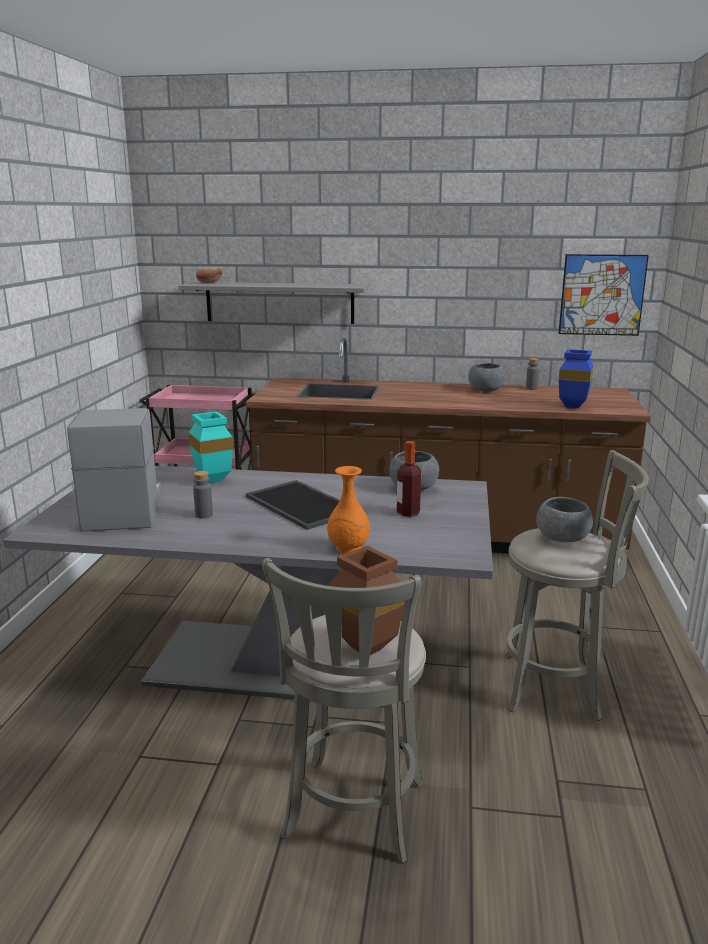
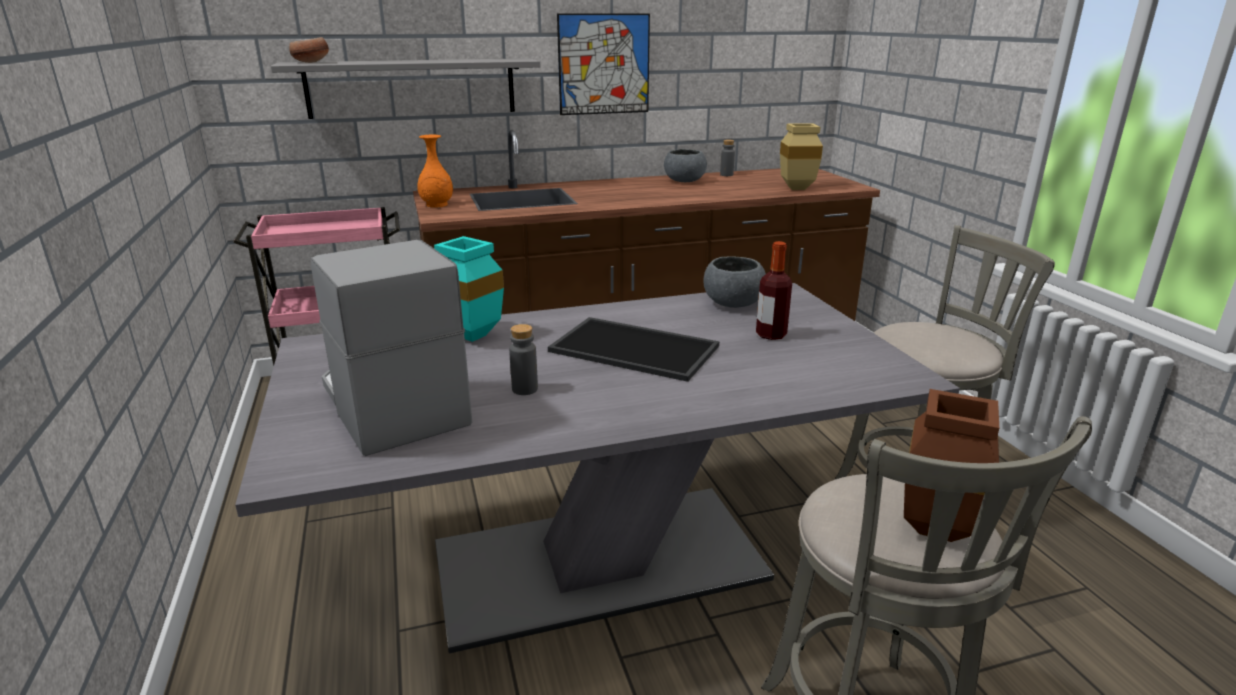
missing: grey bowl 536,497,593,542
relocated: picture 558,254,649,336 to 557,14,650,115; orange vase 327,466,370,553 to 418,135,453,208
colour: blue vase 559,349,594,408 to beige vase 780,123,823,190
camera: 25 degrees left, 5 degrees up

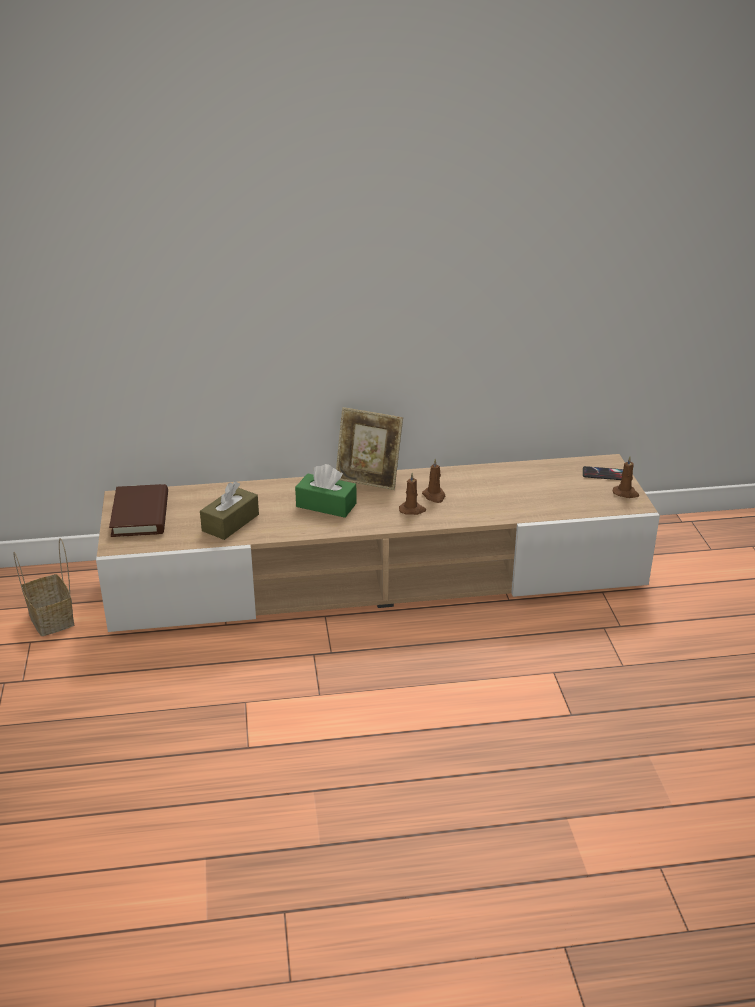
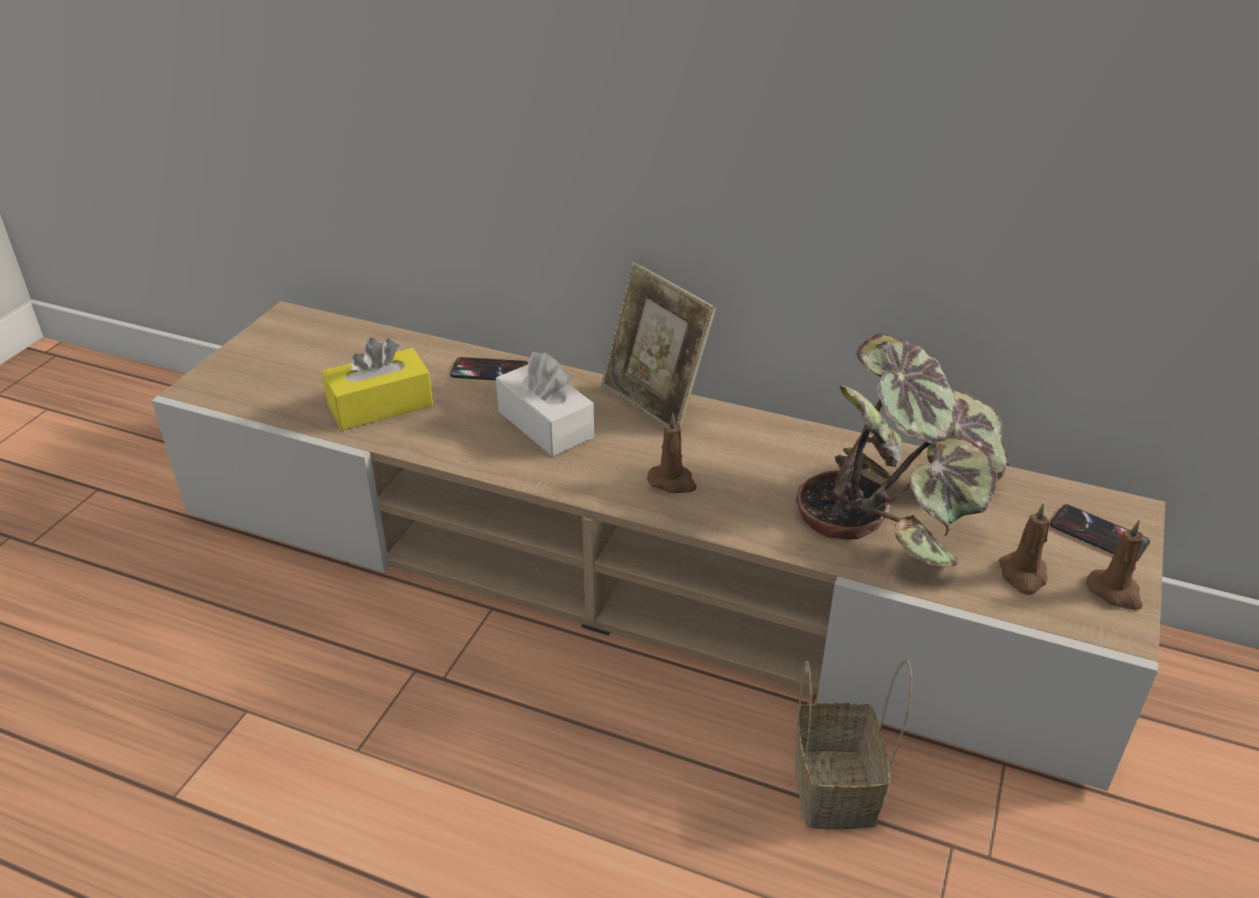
missing: brown book 109,484,168,537
appeared: potted plant 796,333,1010,567; phone 450,357,528,380
relocated: brown candle 422,459,445,503 to 999,503,1049,595; basket 13,538,74,636 to 795,660,912,830
colour: green tissue box 295,464,357,518 to white tissue box 496,352,594,456; brown tissue box 200,481,259,540 to yellow tissue box 321,338,433,430
camera: 30 degrees right, 5 degrees up

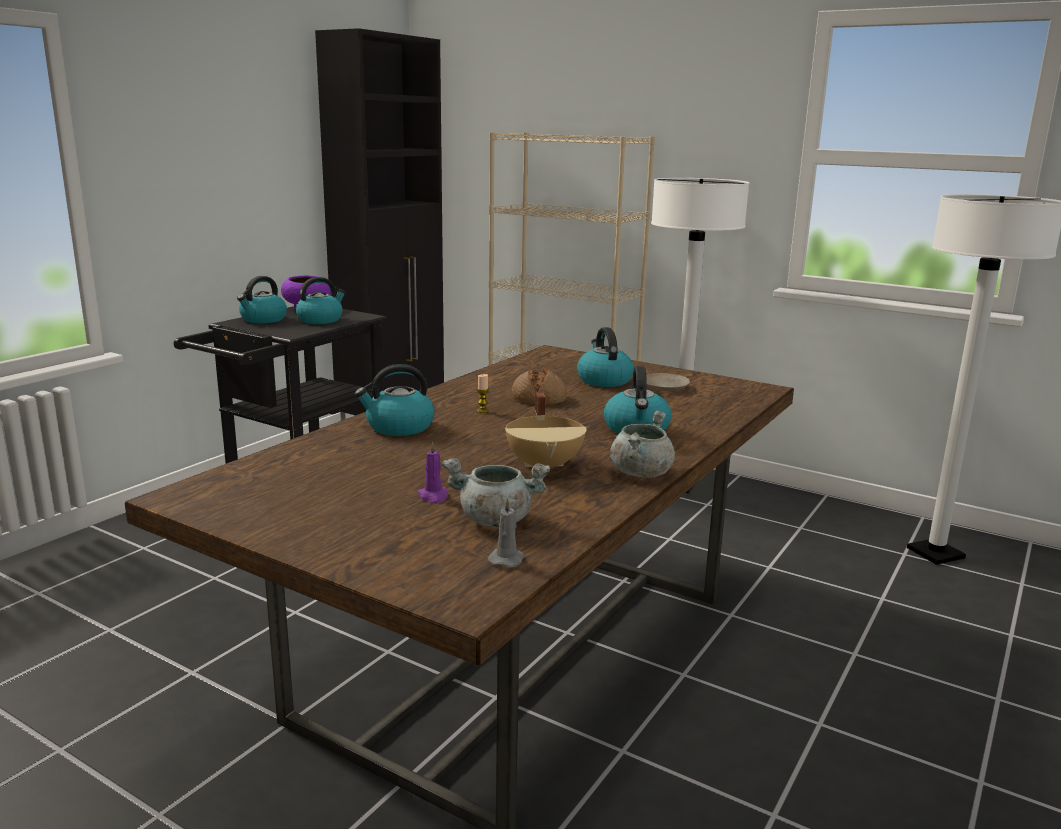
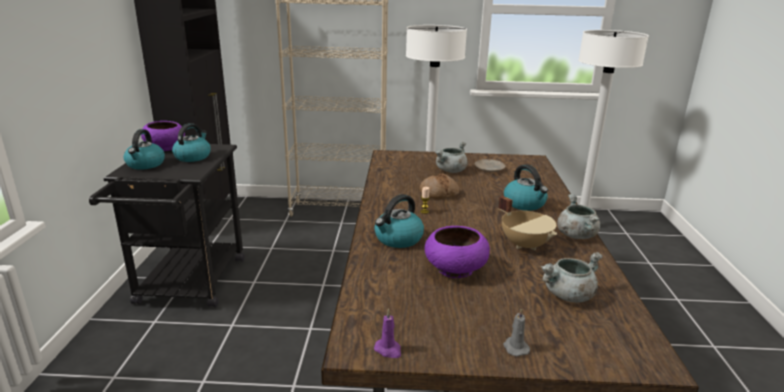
appeared: purple bowl 425,226,490,278
relocated: purple candle 417,441,448,504 to 374,309,401,358; grey candle 488,497,524,567 to 503,308,530,356
exchanged: kettle 577,327,634,387 to grey cooking pot 435,142,467,173
camera: 30 degrees left, 5 degrees up

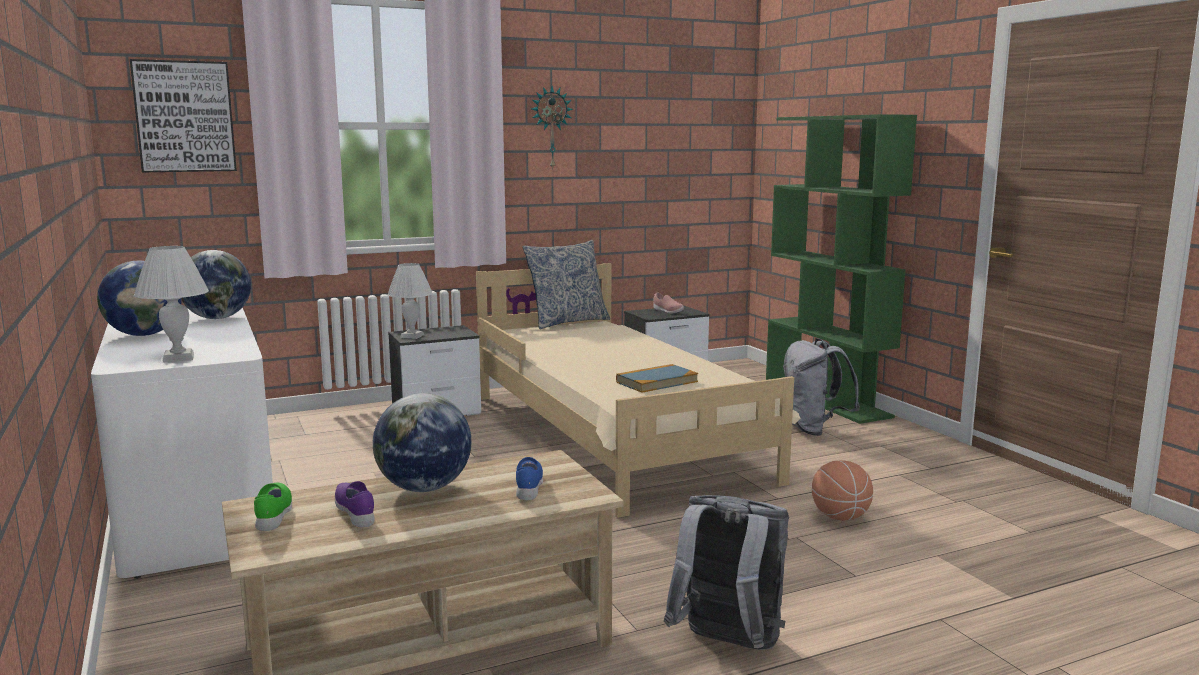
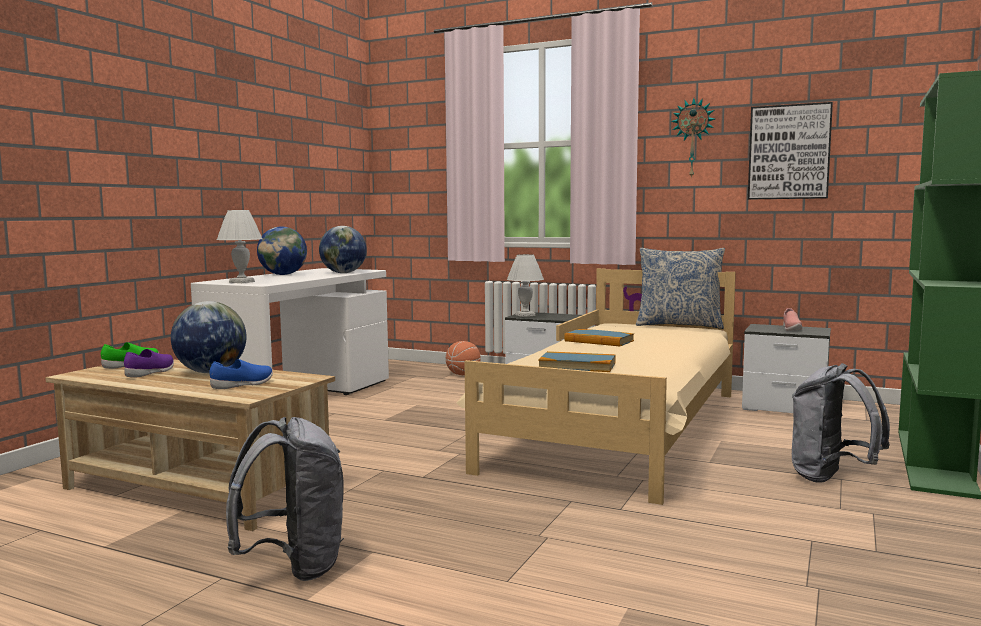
appeared: book 564,329,634,346
relocated: picture 130,59,237,172 to 748,102,833,199; basketball 812,460,873,520 to 446,341,481,375
camera: 50 degrees right, 5 degrees down

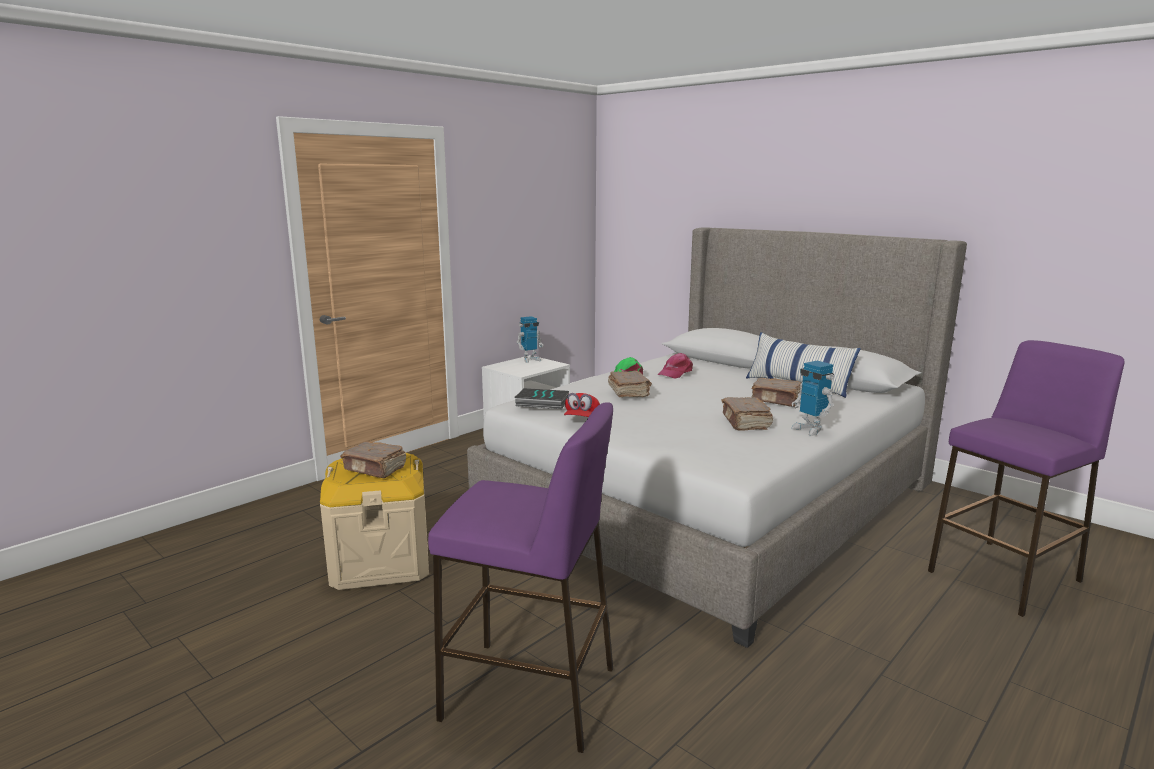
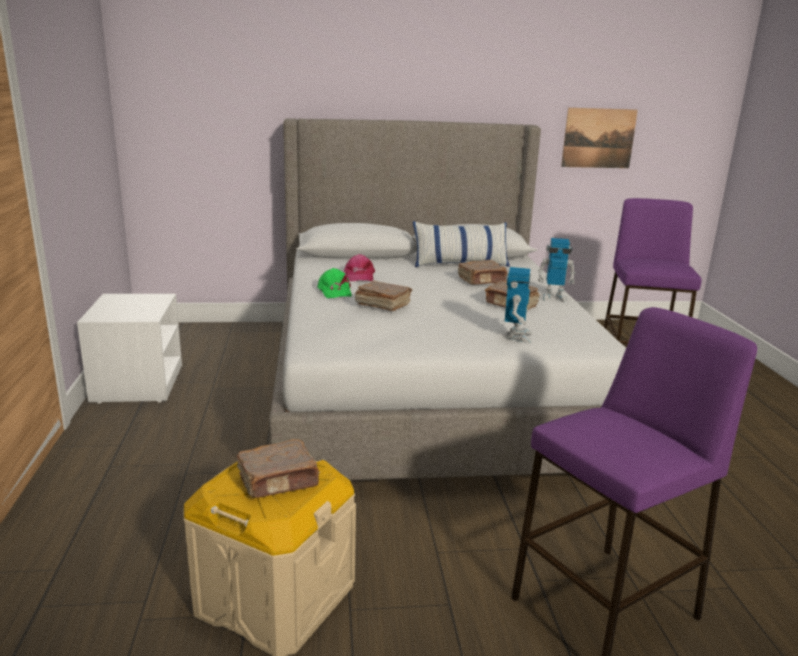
missing: book 514,388,569,409; red cap 564,393,600,417
appeared: picture 561,108,638,168
relocated: toy robot 517,316,544,363 to 505,267,532,343
camera: 50 degrees left, 5 degrees up

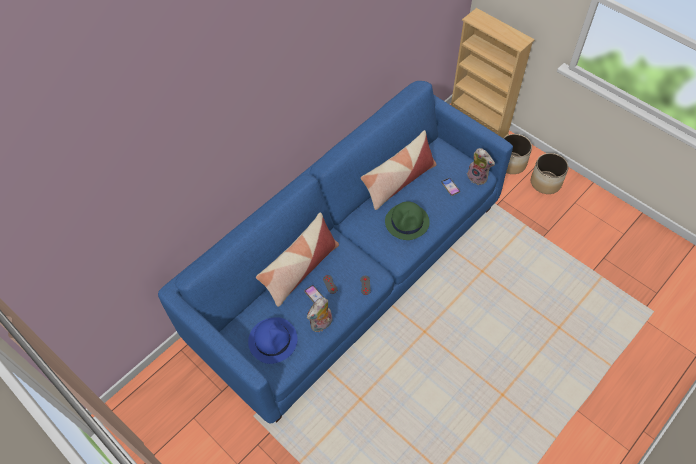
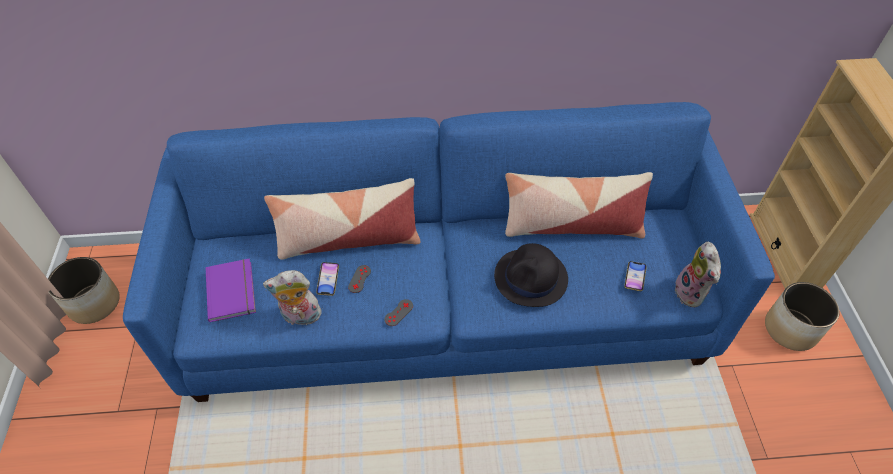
relocated: planter 531,153,569,194 to 48,257,120,324
exchanged: blue hat 248,317,298,364 to purple book 206,258,256,322
colour: green hat 385,202,430,240 to black hat 494,243,568,307
camera: 40 degrees right, 5 degrees down

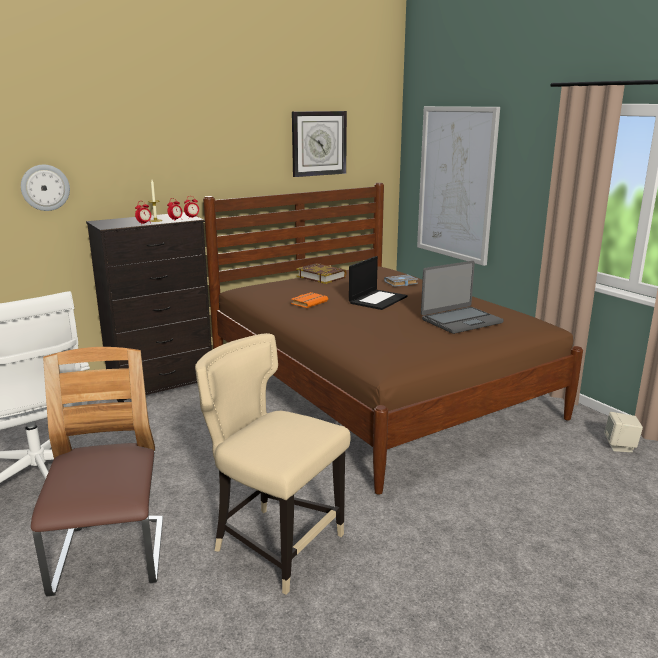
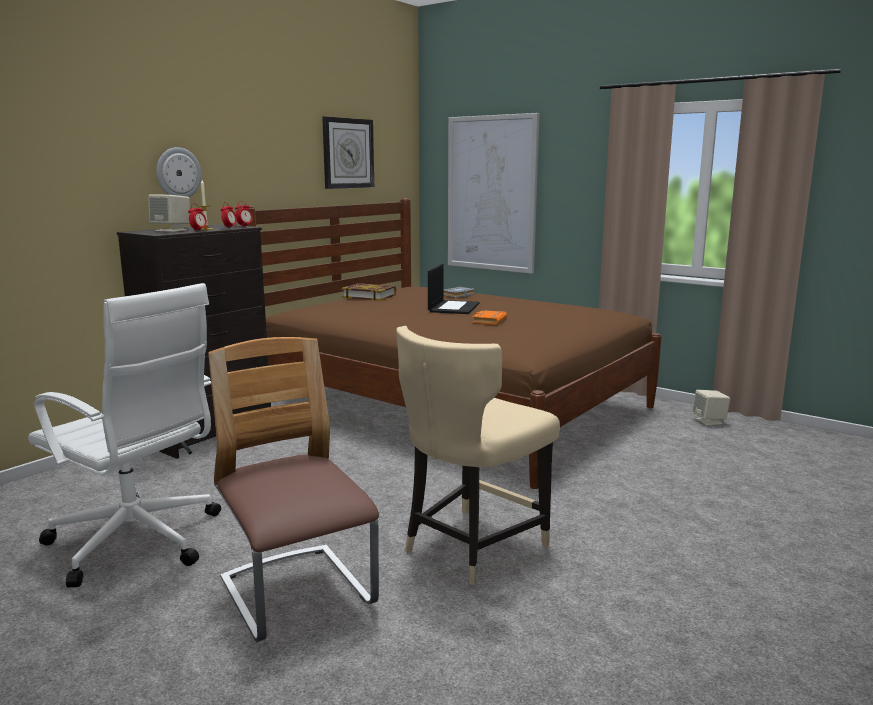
missing: laptop 421,261,504,334
appeared: beige speaker 148,194,190,232
relocated: wall clock 21,165,70,211 to 156,147,201,197; orange book 291,292,328,308 to 472,310,507,325
spun: beige chair 195,333,351,595 = 396,326,560,585 60 degrees counterclockwise
camera: 20 degrees left, 5 degrees down

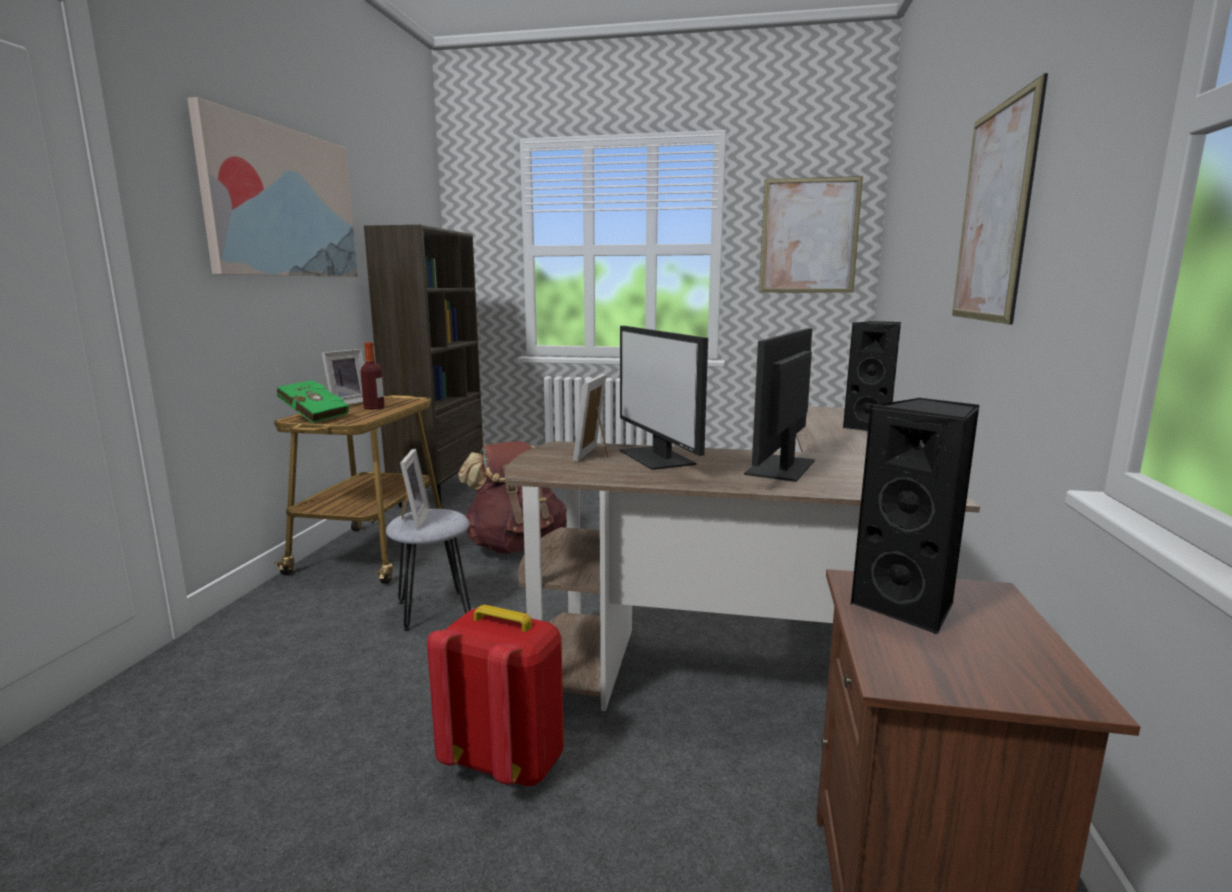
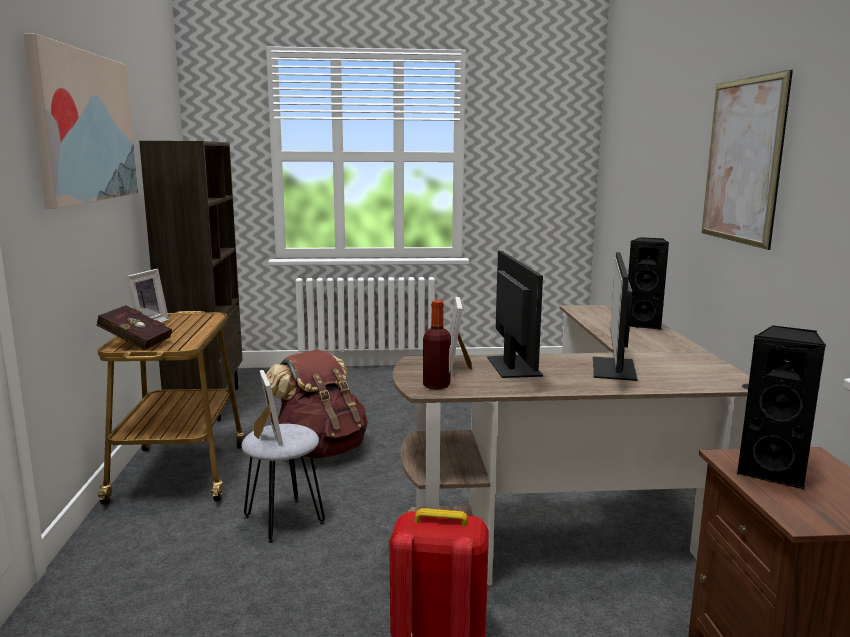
missing: picture 759,176,863,293
relocated: bottle 360,342,385,410 to 423,300,451,390
colour: green book 277,380,349,423 to red book 96,305,172,350
spun: monitor 620,326,708,470 = 487,251,543,378 150 degrees counterclockwise
camera: 15 degrees left, 0 degrees up

